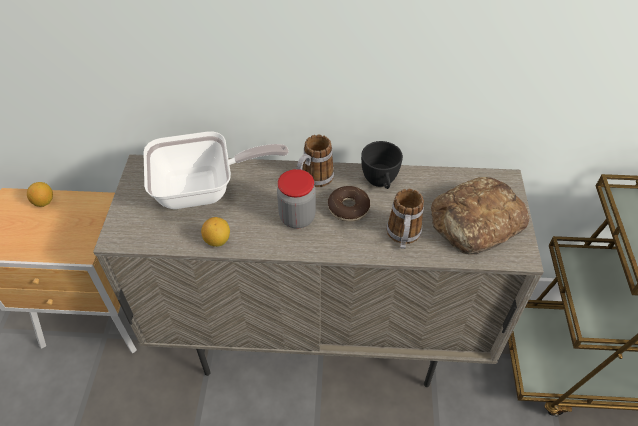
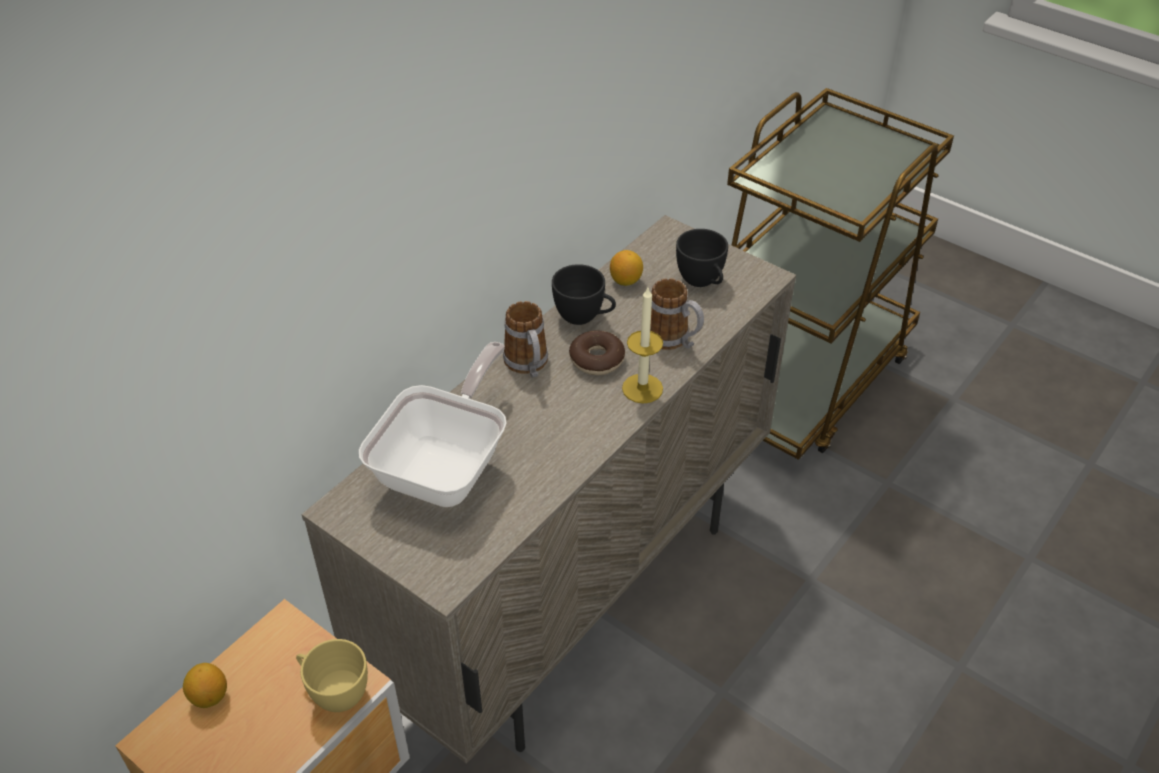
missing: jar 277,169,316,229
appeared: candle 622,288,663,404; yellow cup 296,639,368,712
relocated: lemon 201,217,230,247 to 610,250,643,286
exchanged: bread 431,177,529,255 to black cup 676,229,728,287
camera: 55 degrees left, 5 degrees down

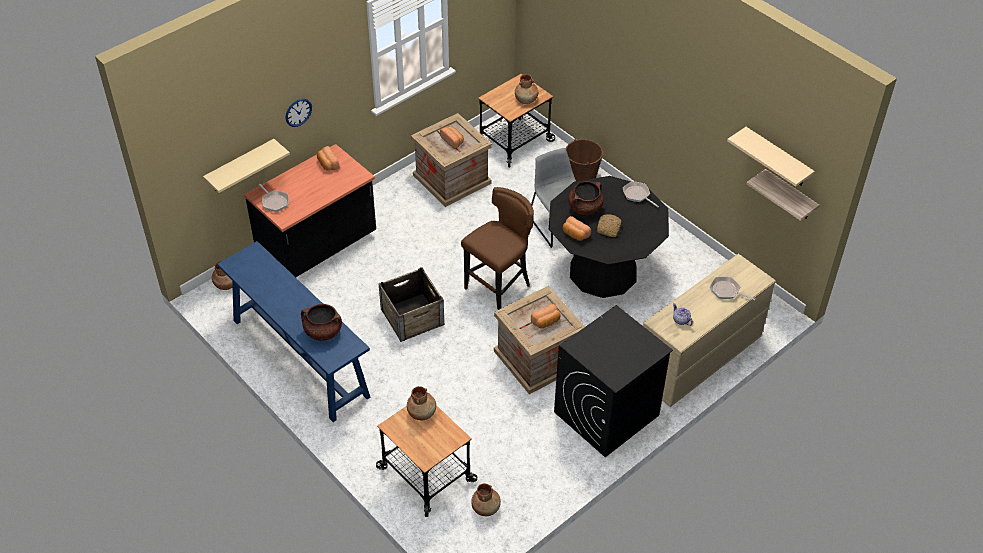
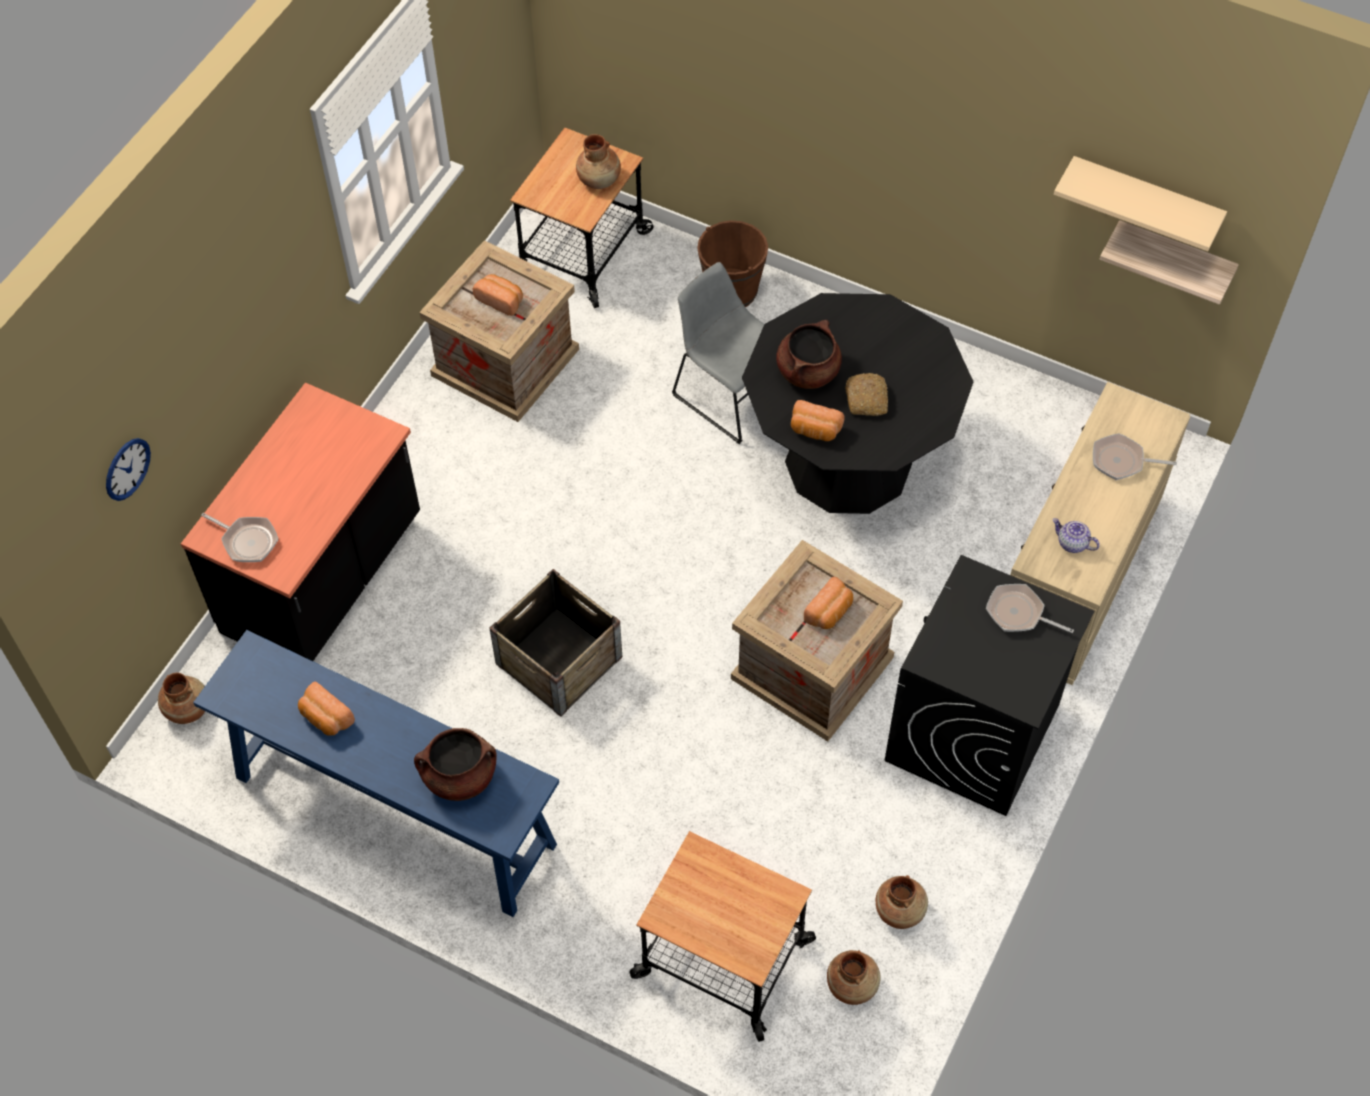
missing: beige shelf 203,139,290,193; brown stool 461,187,534,310
relocated: wall clock 286,99,312,127 to 106,438,151,501; bread 317,146,339,170 to 298,681,355,736; frying pan 623,181,659,207 to 986,584,1074,633; brown vase 407,386,436,420 to 876,875,928,929
camera: 20 degrees left, 10 degrees up

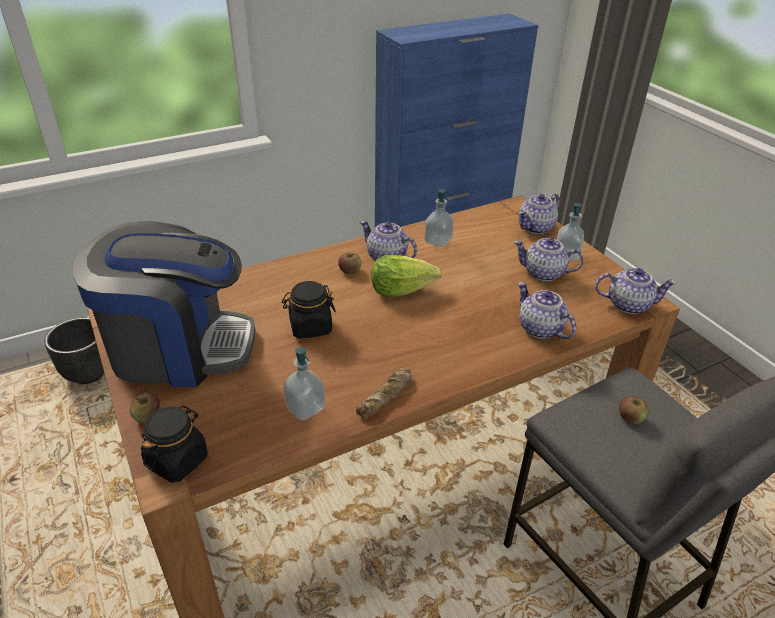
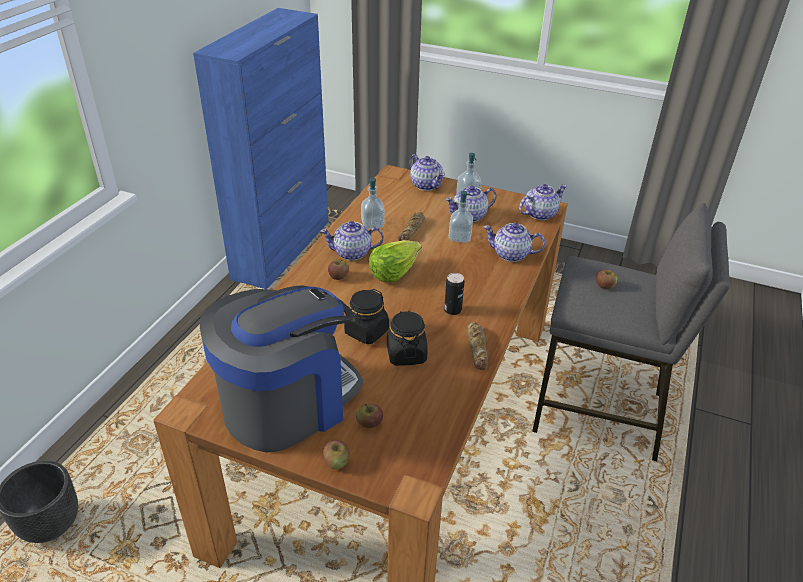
appeared: bread 398,212,425,241; can 444,273,465,315; apple 356,403,383,428
relocated: soap dispenser 283,347,326,421 to 449,191,473,243; black jar 141,406,208,483 to 387,311,428,366
spun: teapot 518,194,560,234 = 410,154,445,191 45 degrees counterclockwise
camera: 40 degrees left, 0 degrees up

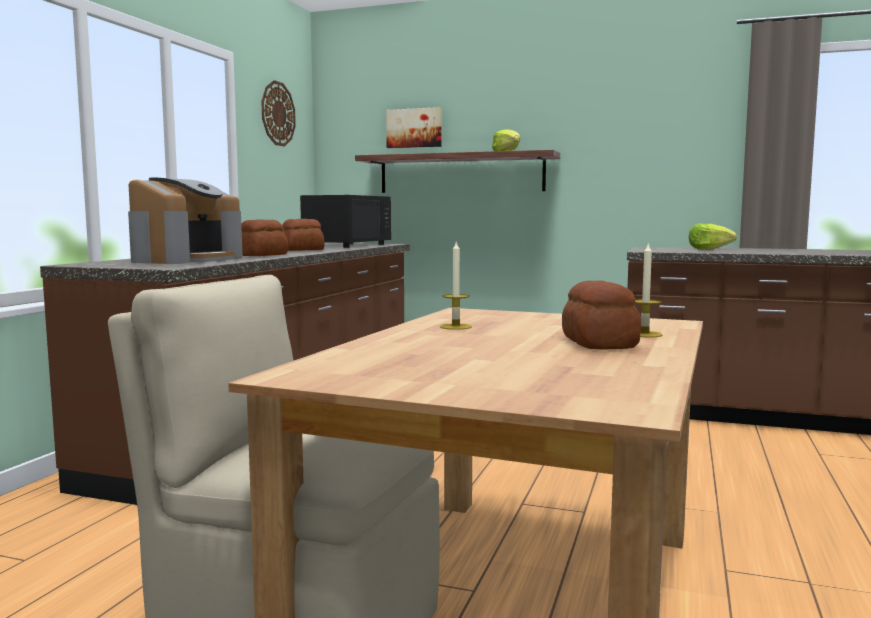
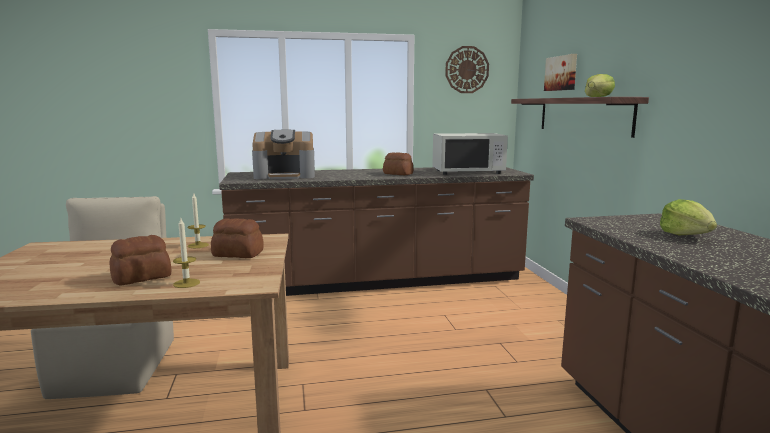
relocated: bread 241,219,288,256 to 211,218,263,258
colour: black microwave 300,195,391,248 to white microwave 432,133,508,175
camera: 60 degrees right, 5 degrees up

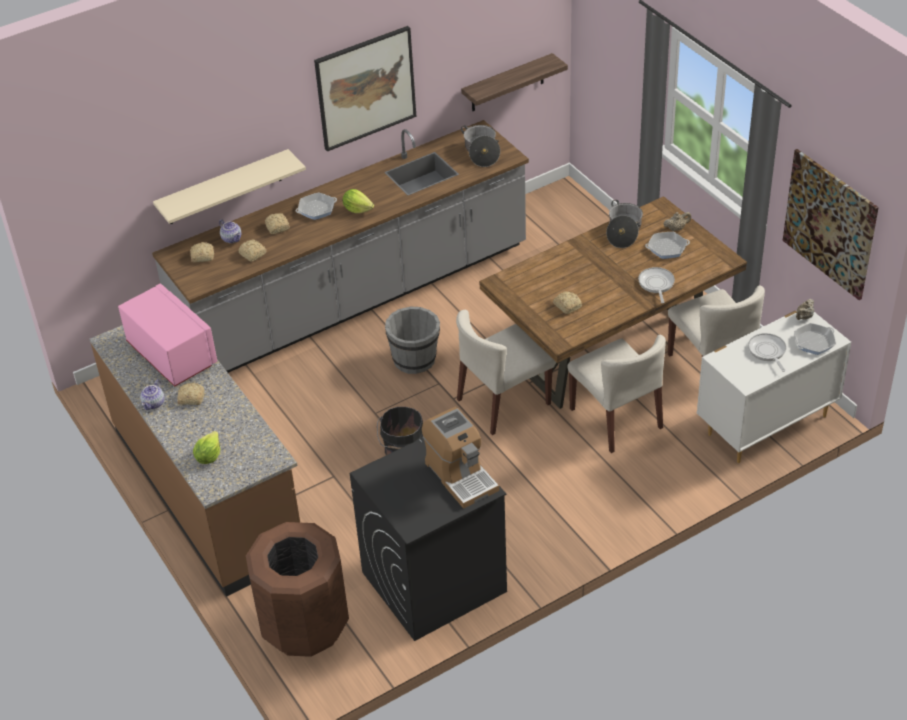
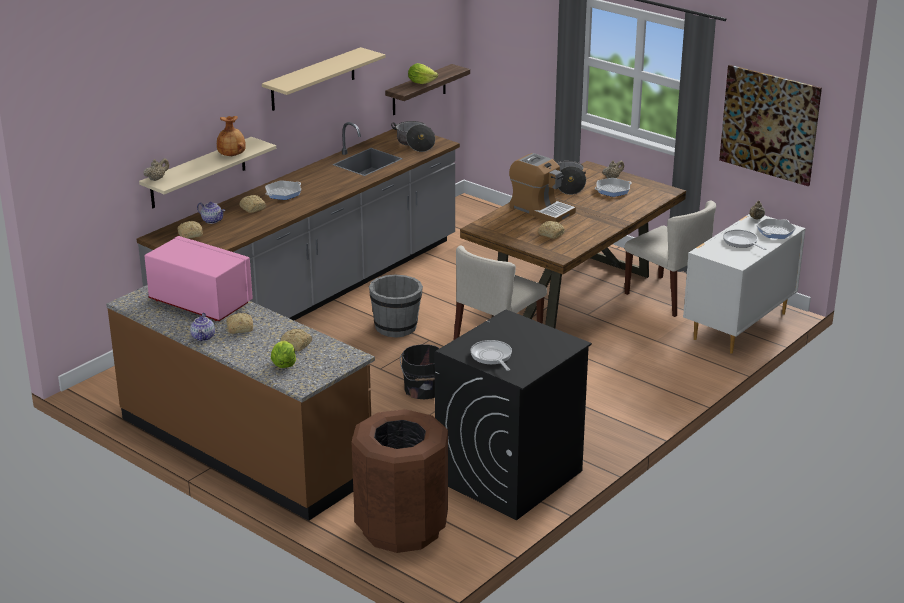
missing: beige chair 567,335,666,453
appeared: brown vase 217,116,246,156; beige teapot 143,158,169,181
relocated: lettuce 343,189,374,213 to 408,63,438,84; bread 239,239,267,262 to 281,329,312,351; frying pan 638,267,675,303 to 470,340,512,371; coffee machine 422,407,499,509 to 509,153,576,222
exchanged: picture 314,26,416,152 to beige shelf 262,47,386,111
camera: 20 degrees left, 15 degrees down

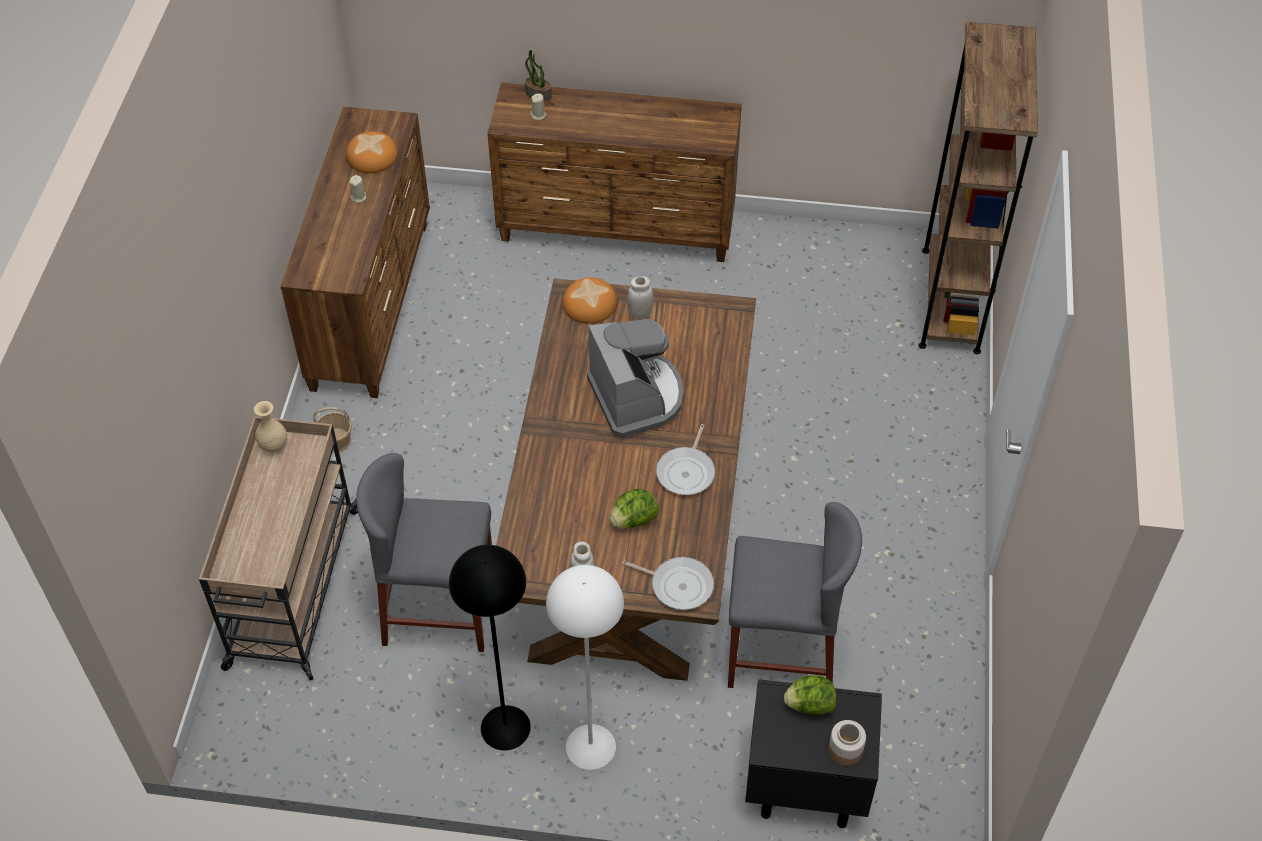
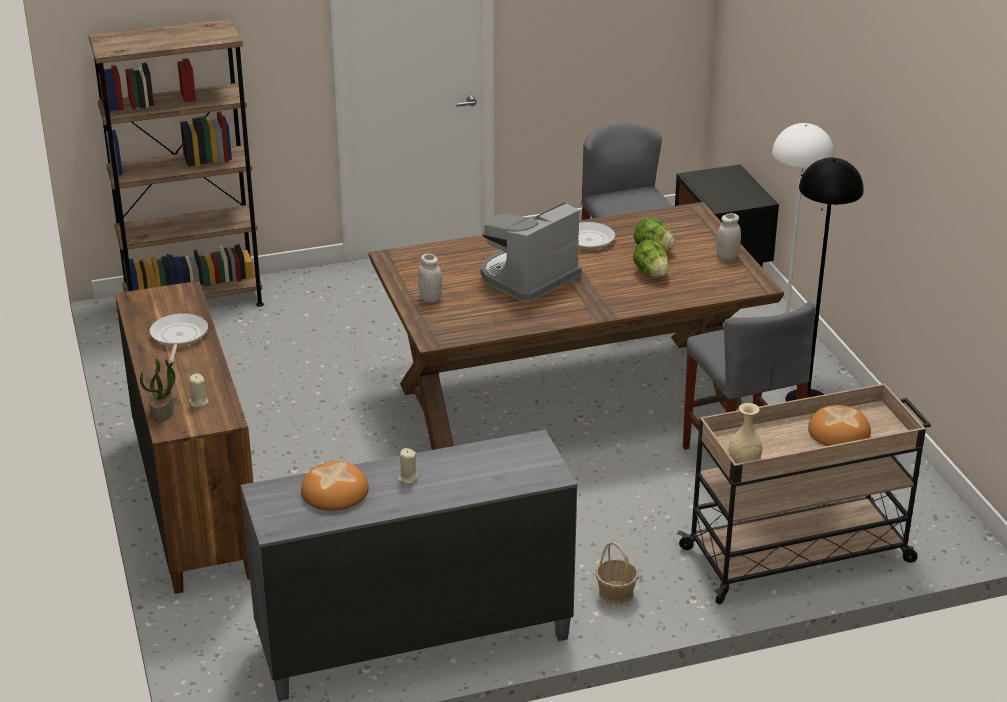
missing: jar 828,720,866,766
relocated: bread 562,277,617,324 to 808,405,871,446; frying pan 622,557,714,610 to 149,313,208,364; lettuce 784,675,837,715 to 633,240,669,277
colour: brown dresser 281,107,430,398 to grey dresser 241,430,577,701
camera: 115 degrees left, 20 degrees down

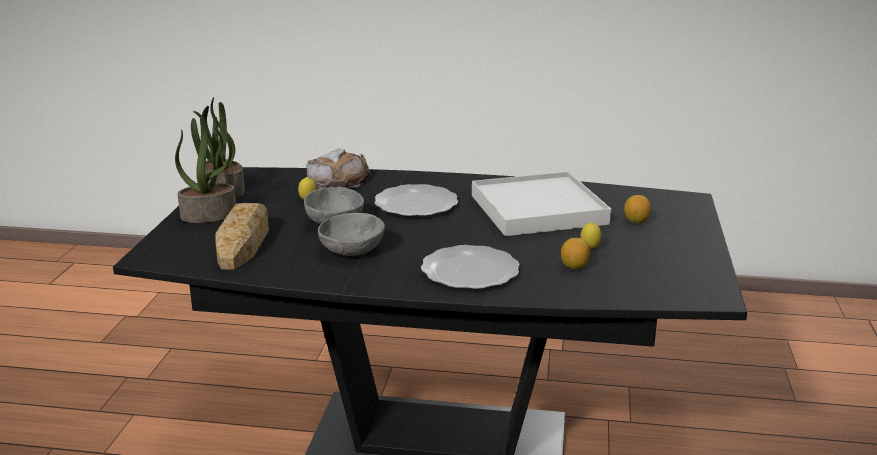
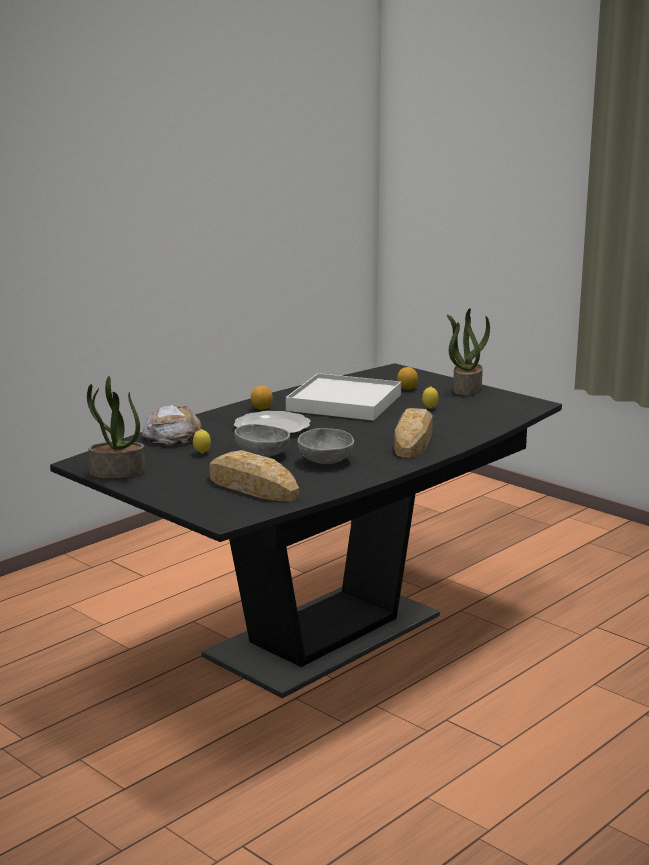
relocated: potted plant 175,117,236,223 to 447,308,490,396; lemon 561,238,590,269 to 251,386,273,410
exchanged: plate 421,245,520,289 to bread 394,408,433,458
camera: 55 degrees left, 5 degrees down

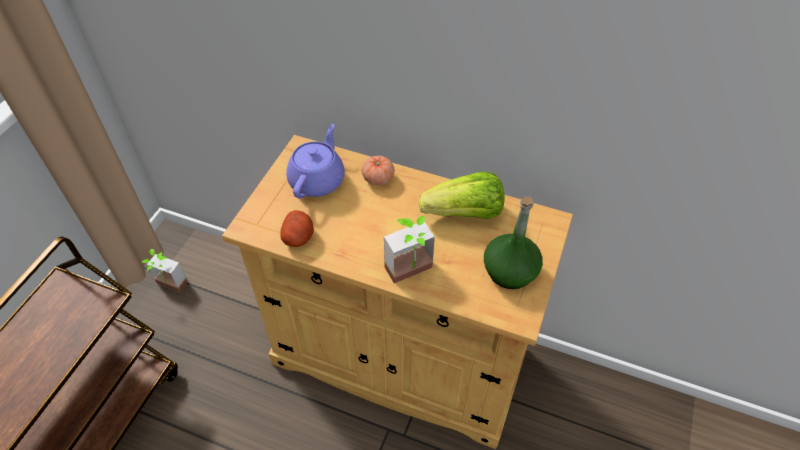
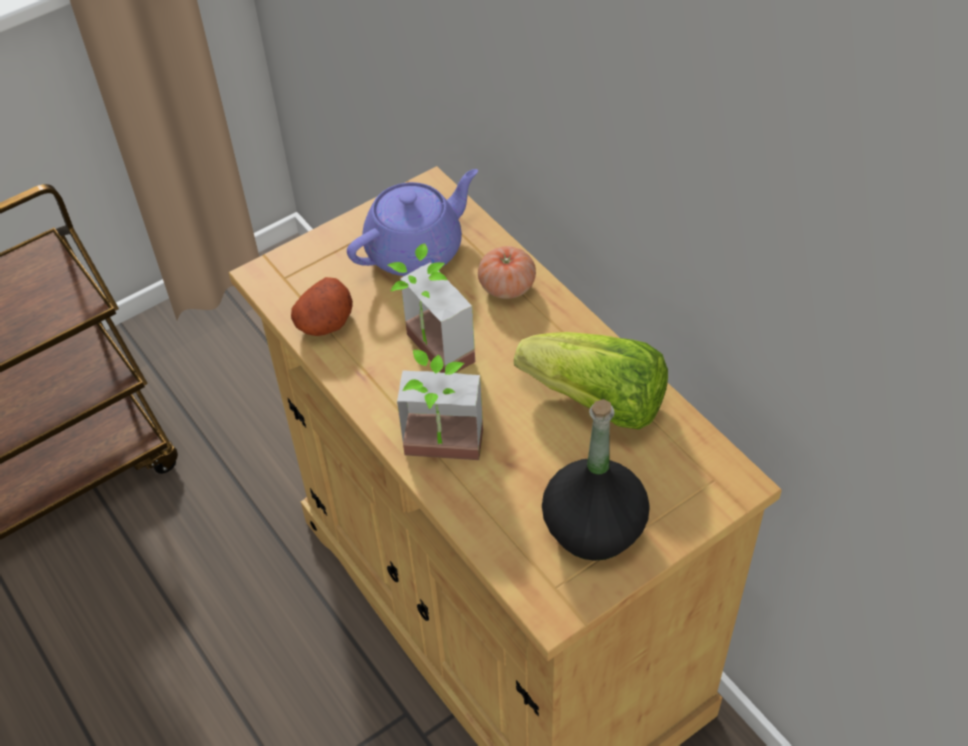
relocated: potted plant 142,249,188,292 to 388,243,475,373
colour: green bottle 484,197,543,289 to black bottle 542,399,650,561
camera: 35 degrees right, 0 degrees up

